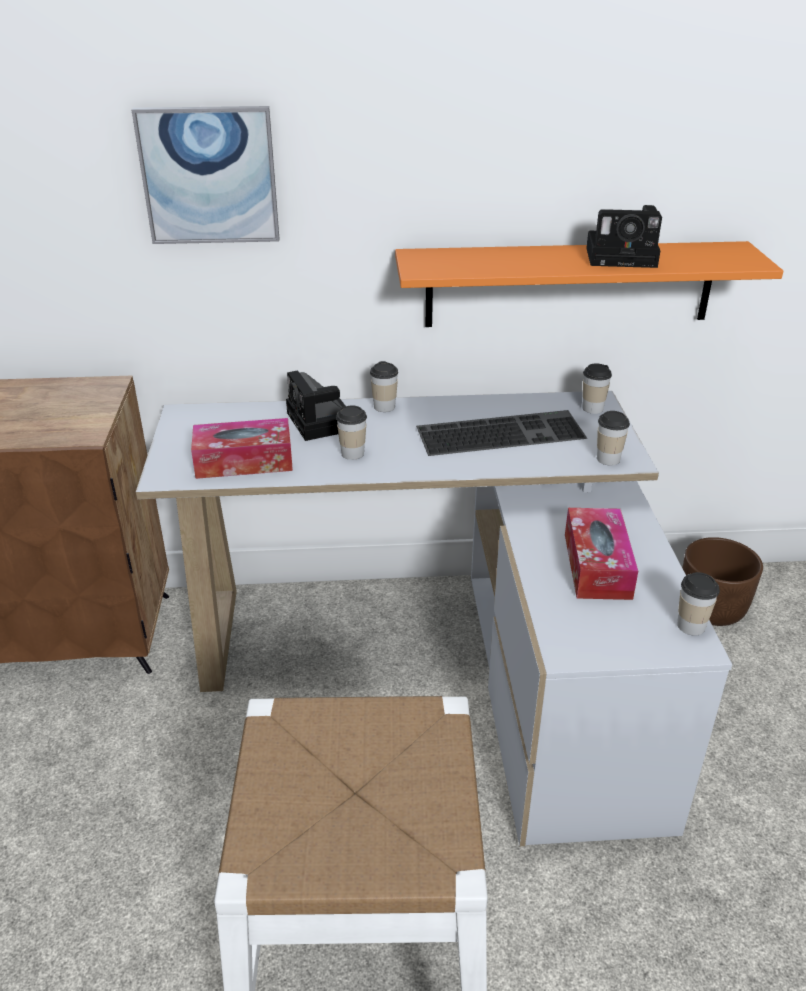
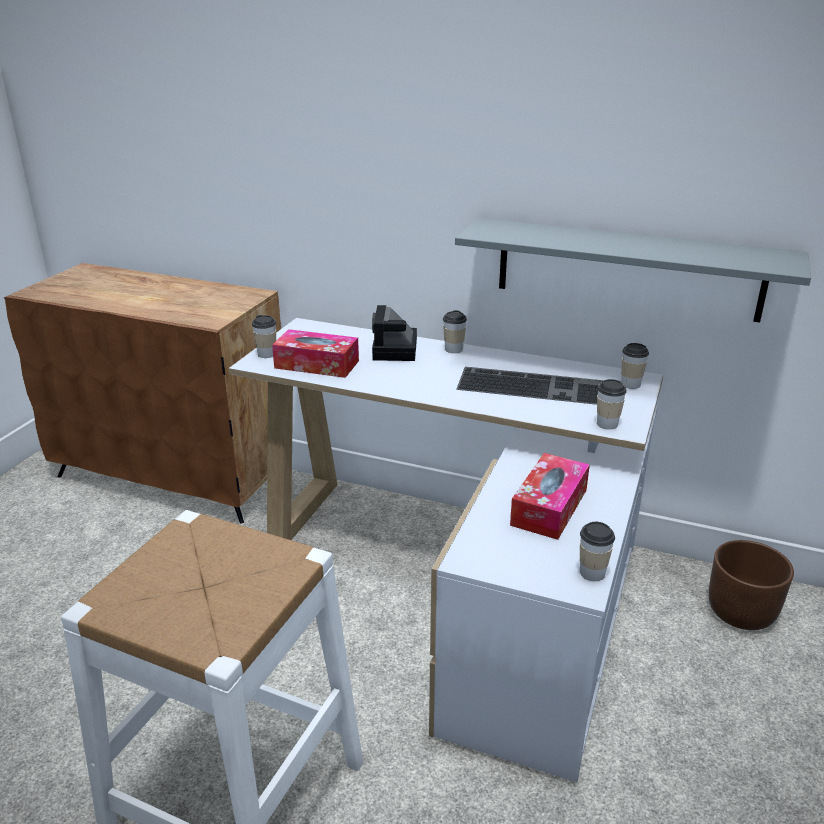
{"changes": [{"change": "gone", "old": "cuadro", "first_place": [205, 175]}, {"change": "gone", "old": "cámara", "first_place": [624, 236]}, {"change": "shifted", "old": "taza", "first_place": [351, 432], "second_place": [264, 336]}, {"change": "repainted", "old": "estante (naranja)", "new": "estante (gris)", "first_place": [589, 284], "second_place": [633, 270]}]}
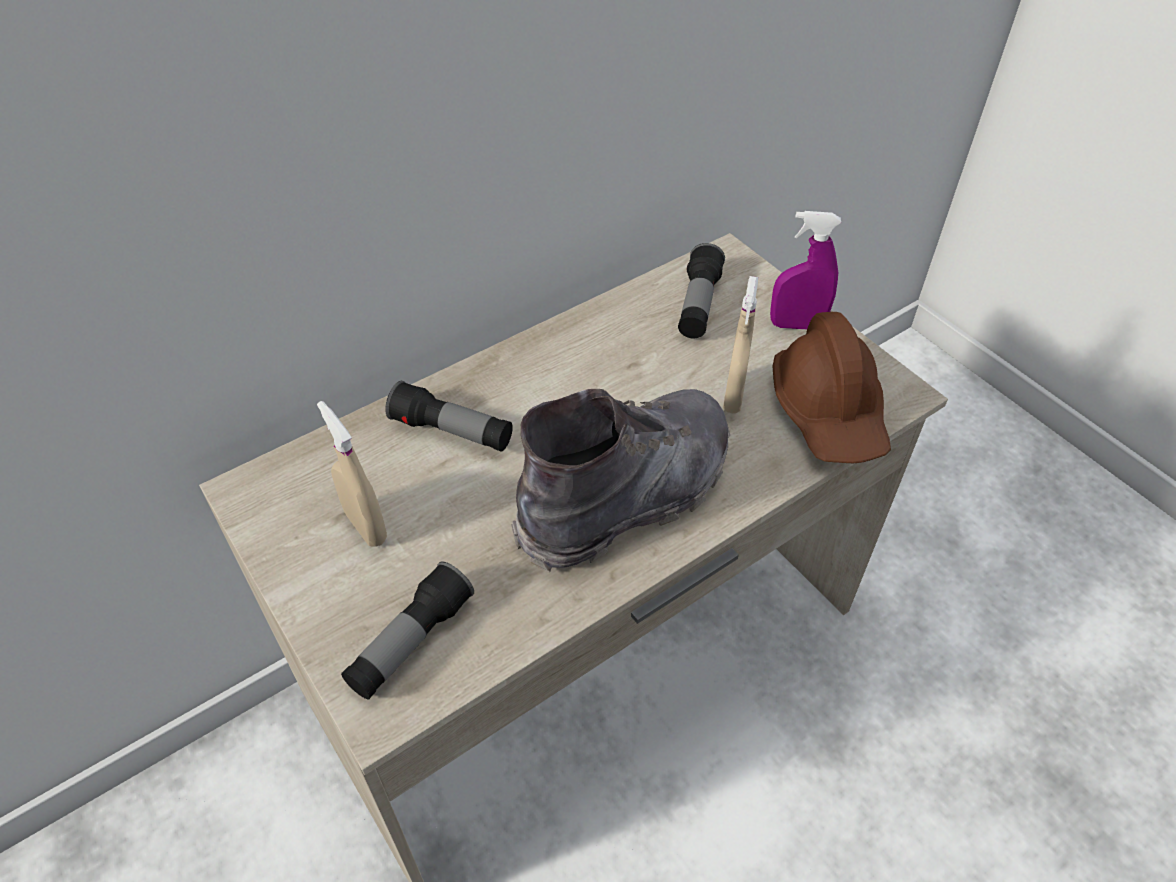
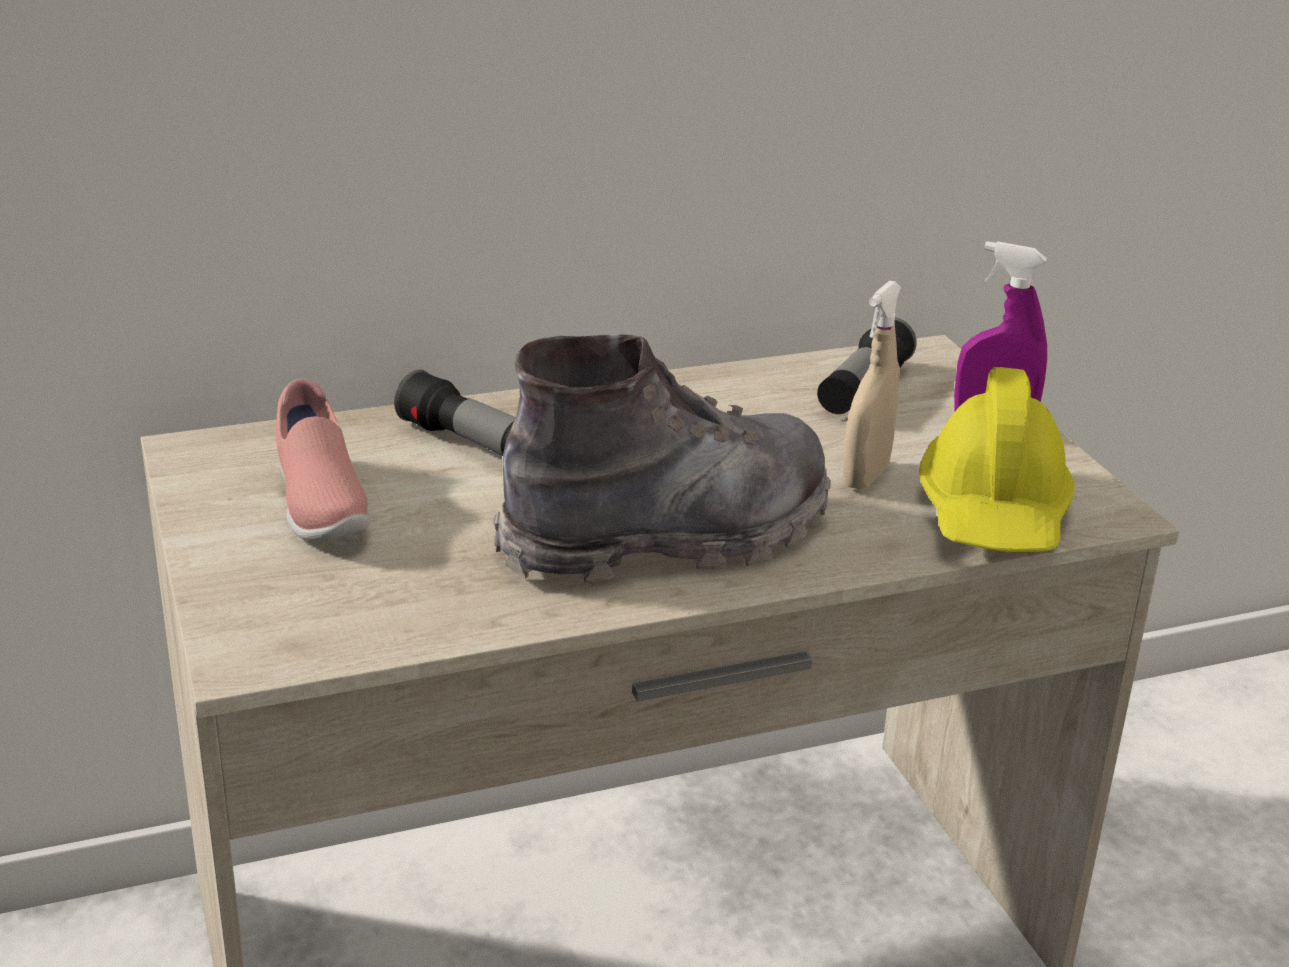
{"changes": [{"change": "gone", "old": "linterna", "first_place": [407, 631]}, {"change": "swapped", "old": "pulverizador (beis)", "new": "zapato (rosa)", "first_place": [352, 474], "second_place": [323, 460]}, {"change": "repainted", "old": "casco (marrón)", "new": "casco (amarillo)", "first_place": [832, 387], "second_place": [997, 459]}]}
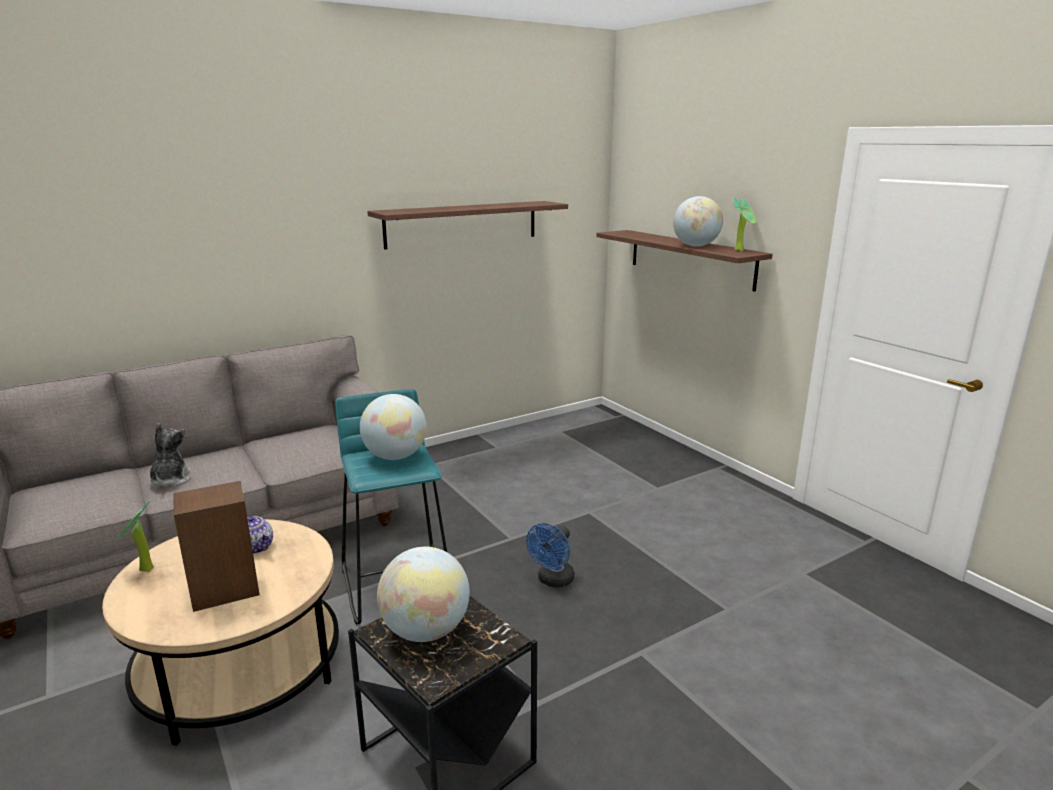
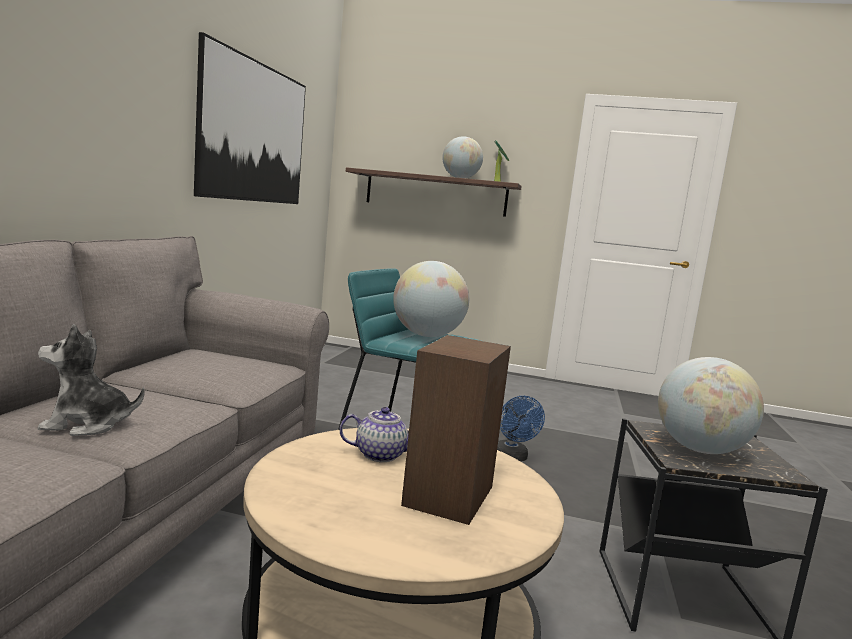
{"changes": [{"change": "gone", "old": "planta en maceta", "first_place": [135, 535]}, {"change": "swapped", "old": "estante", "new": "cuadro", "first_place": [467, 225], "second_place": [250, 118]}, {"change": "rotated", "old": "peluche", "first_place": [170, 455], "second_place": [91, 380], "degrees": -45}]}
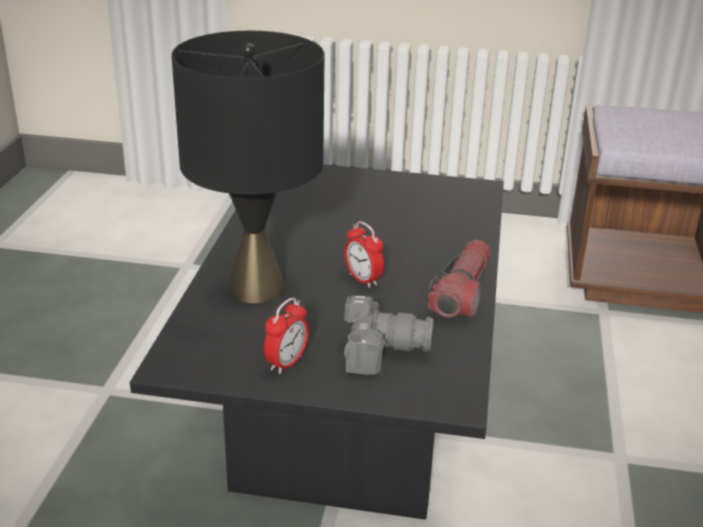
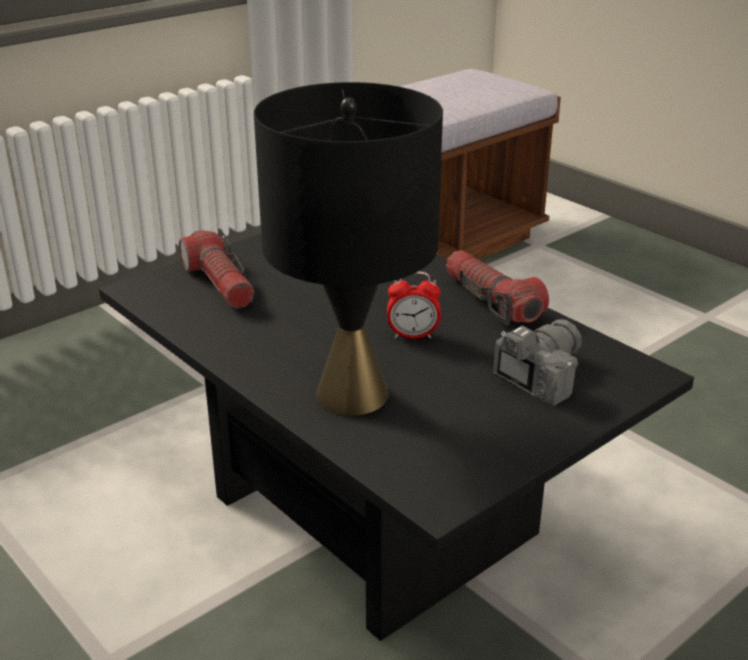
{"changes": [{"change": "gone", "old": "despertador", "first_place": [286, 336]}, {"change": "new", "new": "linterna", "second_place": [216, 268]}]}
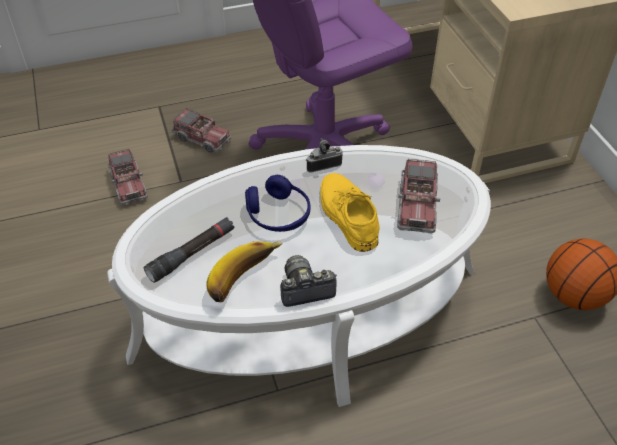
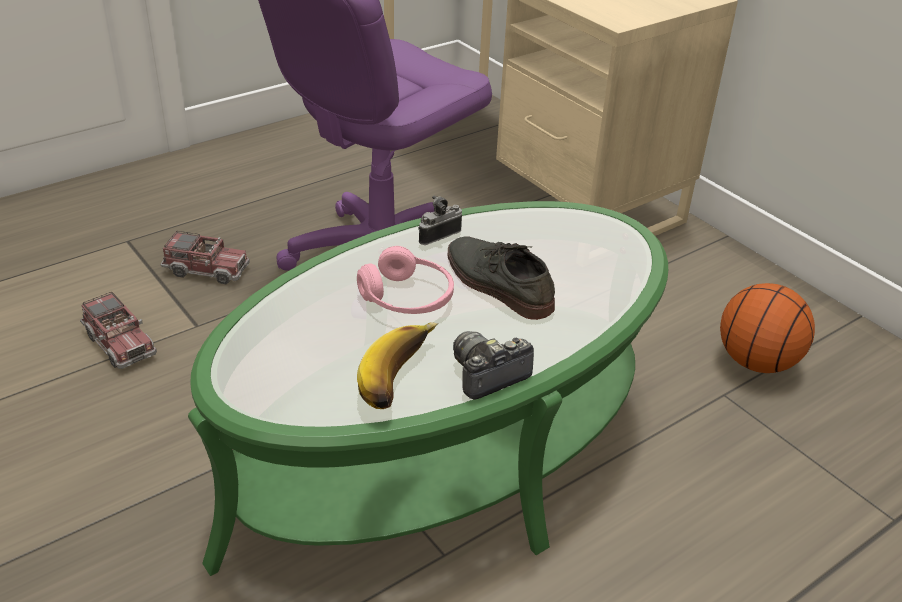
{"changes": [{"change": "gone", "old": "linterna (negro)", "first_place": [189, 250]}, {"change": "gone", "old": "camión de juguete", "first_place": [418, 196]}, {"change": "repainted", "old": "mesa de centro (blanco)", "new": "mesa de centro (verde)", "first_place": [299, 276], "second_place": [428, 388]}, {"change": "repainted", "old": "auriculares (azul)", "new": "auriculares (rosa)", "first_place": [278, 203], "second_place": [405, 280]}, {"change": "repainted", "old": "zapato (amarillo)", "new": "zapato (gris)", "first_place": [350, 212], "second_place": [501, 278]}]}
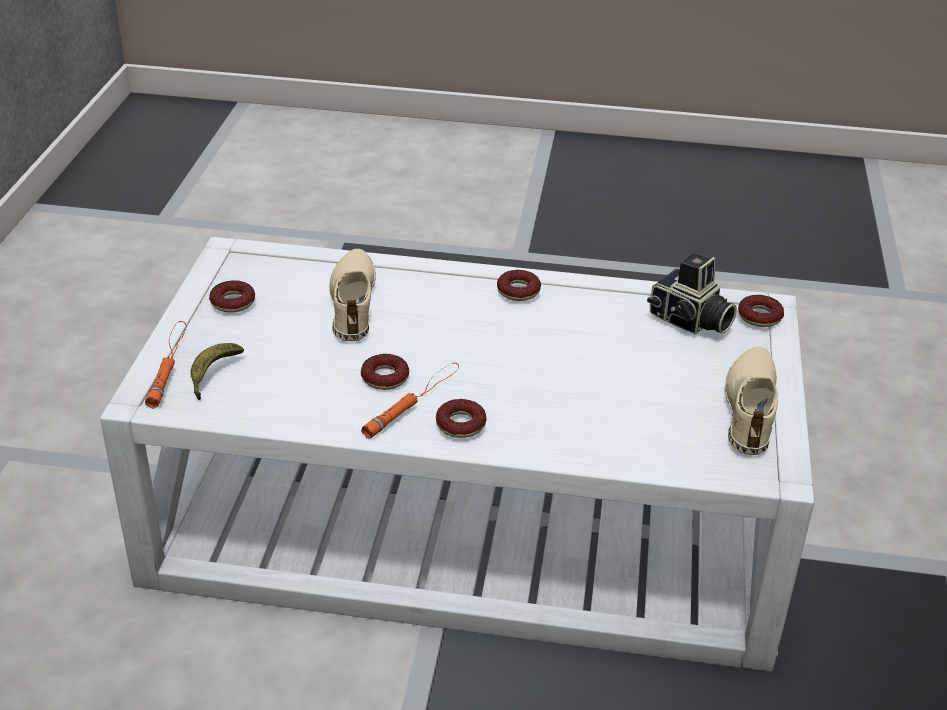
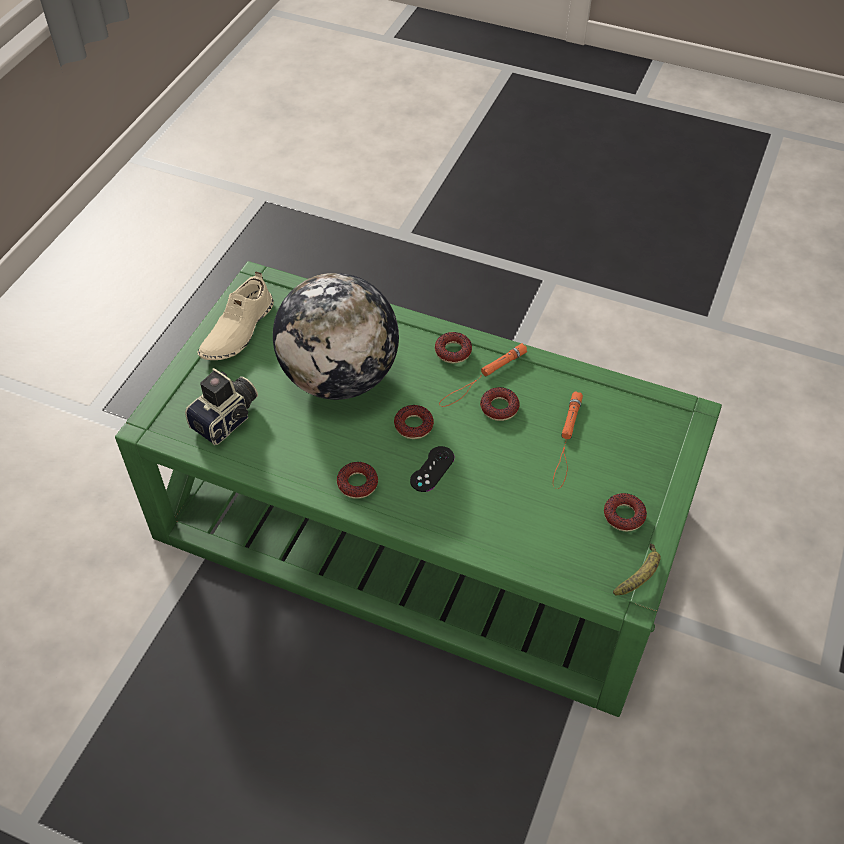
{"changes": [{"change": "gone", "old": "zapato (beis)", "first_place": [352, 295]}, {"change": "new", "new": "globo terráqueo", "second_place": [336, 336]}, {"change": "new", "new": "mando de consola (negro)", "second_place": [432, 469]}, {"change": "shifted", "old": "linterna (naranja)", "first_place": [165, 365], "second_place": [568, 440]}, {"change": "shifted", "old": "plátano", "first_place": [217, 371], "second_place": [637, 569]}, {"change": "shifted", "old": "rosquilla", "first_place": [761, 311], "second_place": [414, 422]}, {"change": "repainted", "old": "mesa de centro (blanco)", "new": "mesa de centro (verde)", "first_place": [457, 454], "second_place": [418, 489]}, {"change": "rotated", "old": "cámara", "first_place": [692, 294], "second_place": [221, 406], "degrees": 75}]}
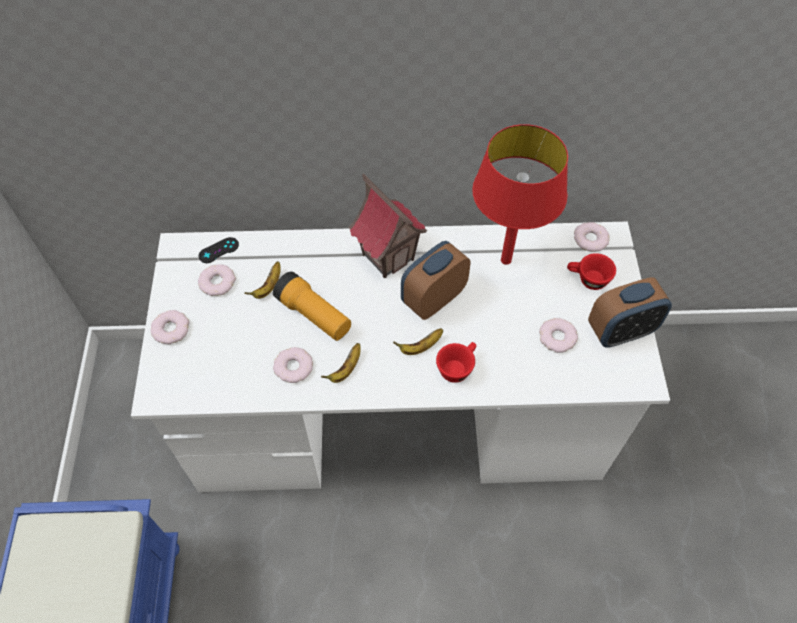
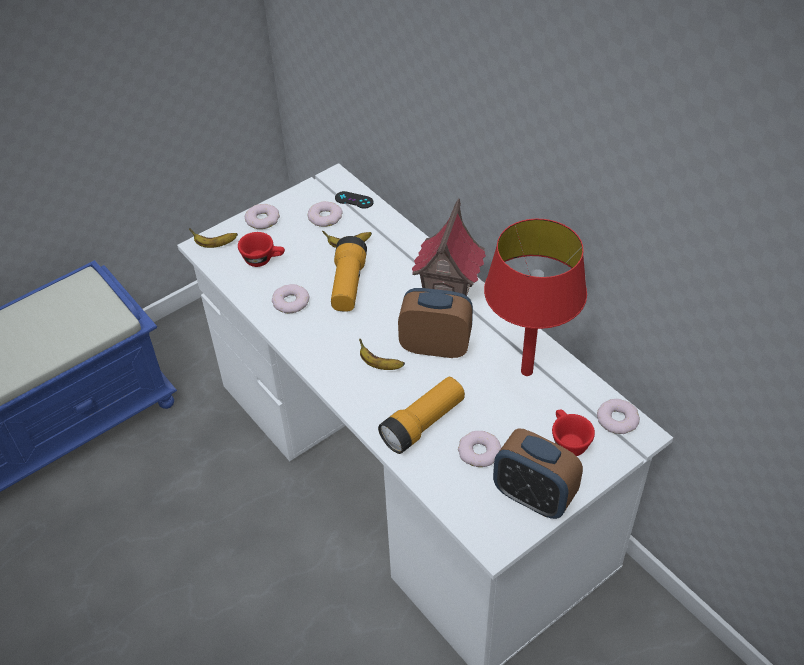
{"changes": [{"change": "new", "new": "linterna", "second_place": [421, 415]}, {"change": "shifted", "old": "plátano", "first_place": [341, 363], "second_place": [213, 238]}, {"change": "shifted", "old": "taza (rojo)", "first_place": [456, 362], "second_place": [261, 249]}]}
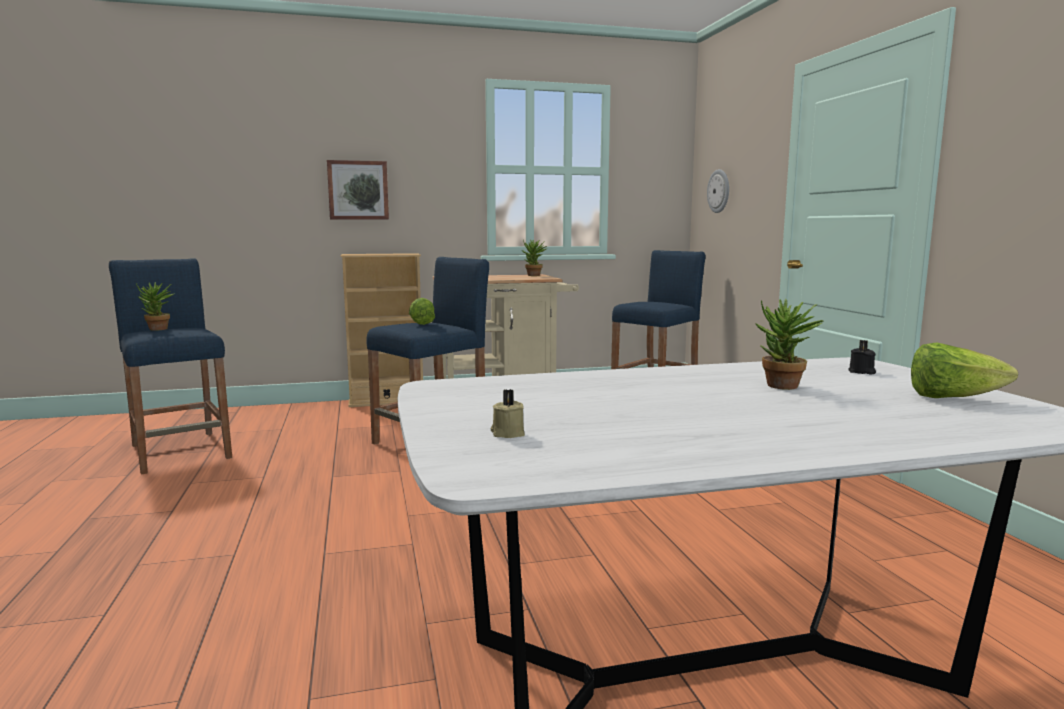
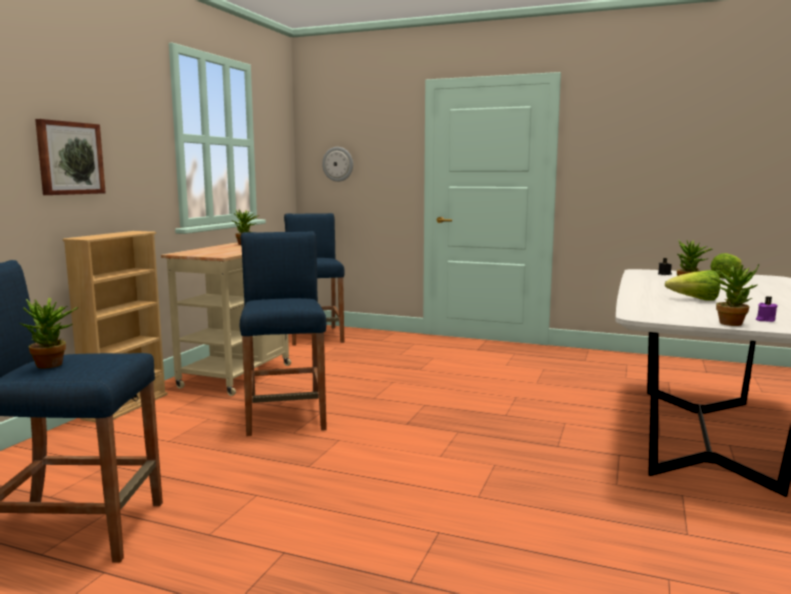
{"changes": [{"change": "new", "new": "planta en maceta", "second_place": [735, 295]}, {"change": "shifted", "old": "lechuga", "first_place": [422, 311], "second_place": [692, 285]}, {"change": "repainted", "old": "vela (beis)", "new": "vela (morado)", "first_place": [508, 413], "second_place": [767, 309]}]}
